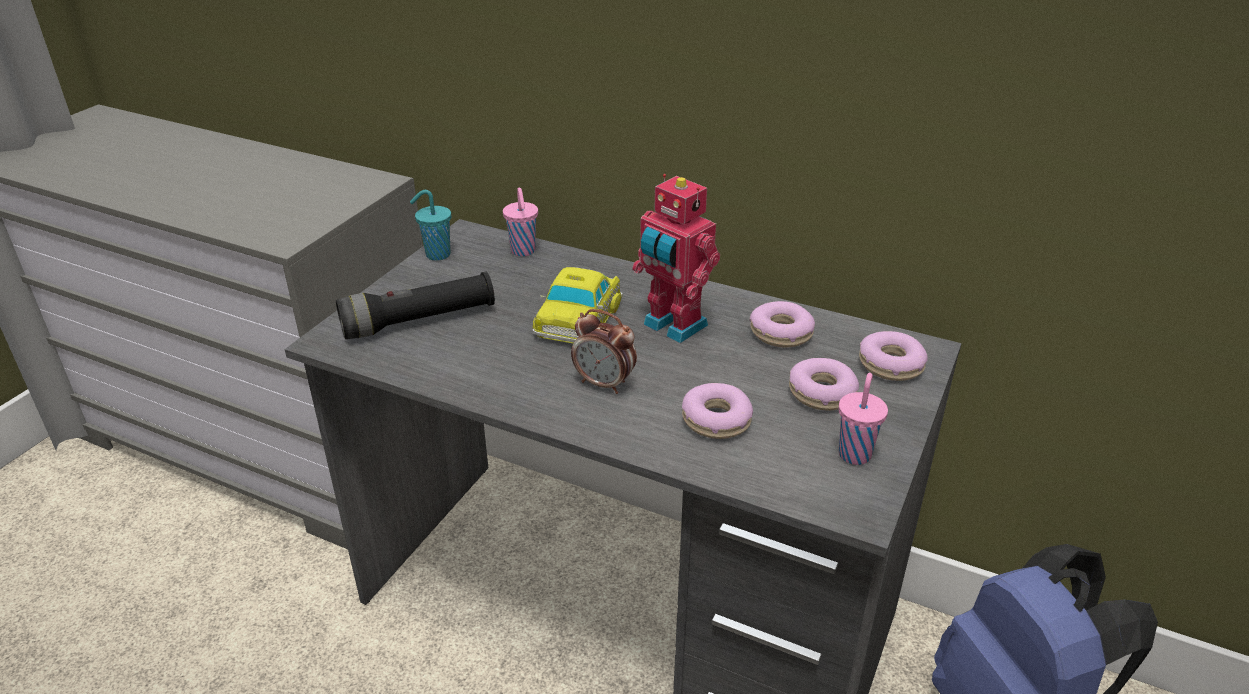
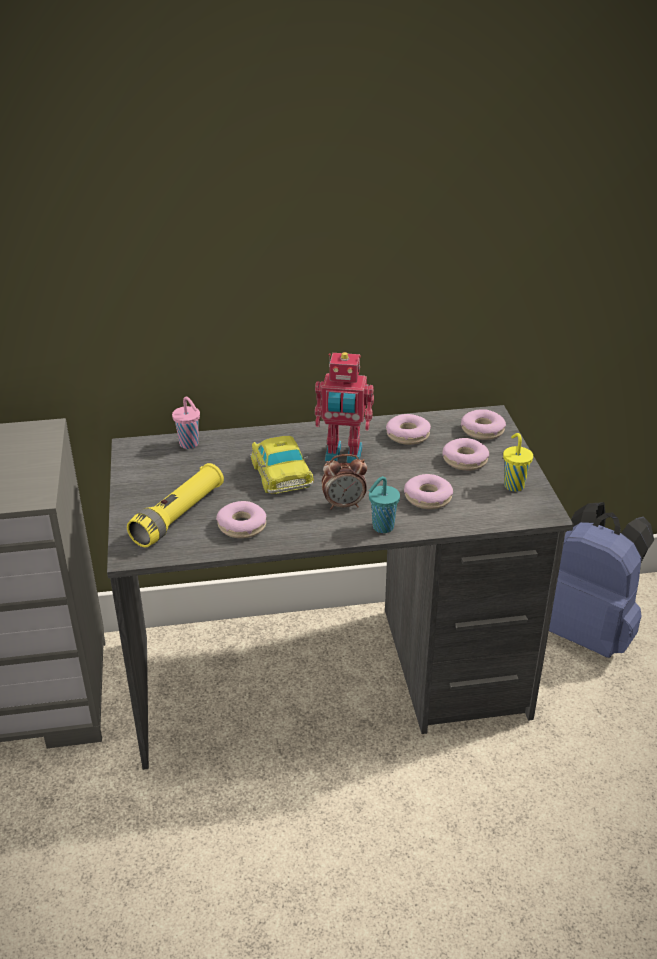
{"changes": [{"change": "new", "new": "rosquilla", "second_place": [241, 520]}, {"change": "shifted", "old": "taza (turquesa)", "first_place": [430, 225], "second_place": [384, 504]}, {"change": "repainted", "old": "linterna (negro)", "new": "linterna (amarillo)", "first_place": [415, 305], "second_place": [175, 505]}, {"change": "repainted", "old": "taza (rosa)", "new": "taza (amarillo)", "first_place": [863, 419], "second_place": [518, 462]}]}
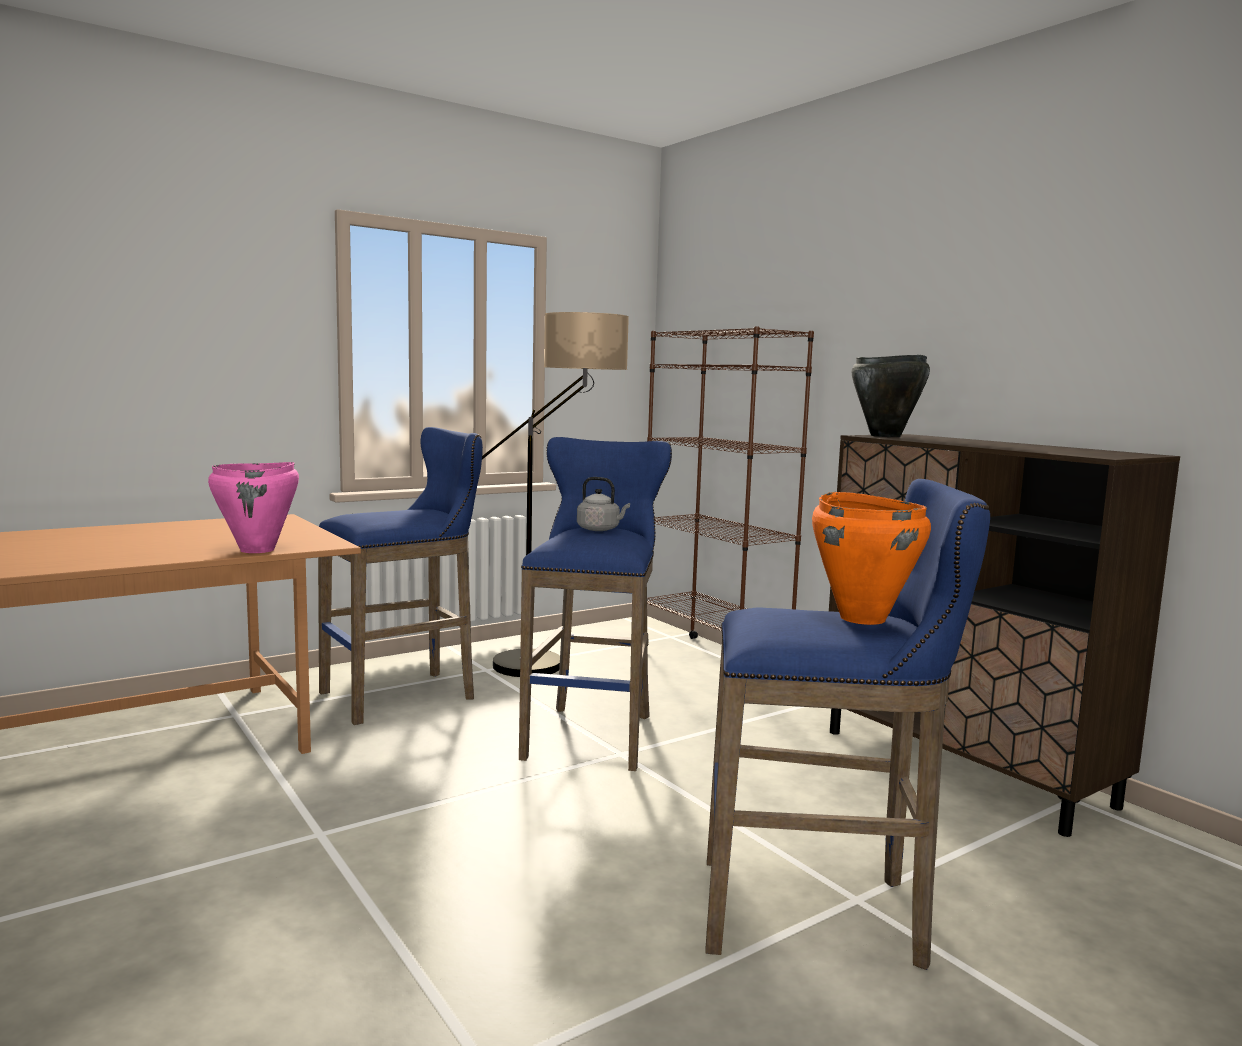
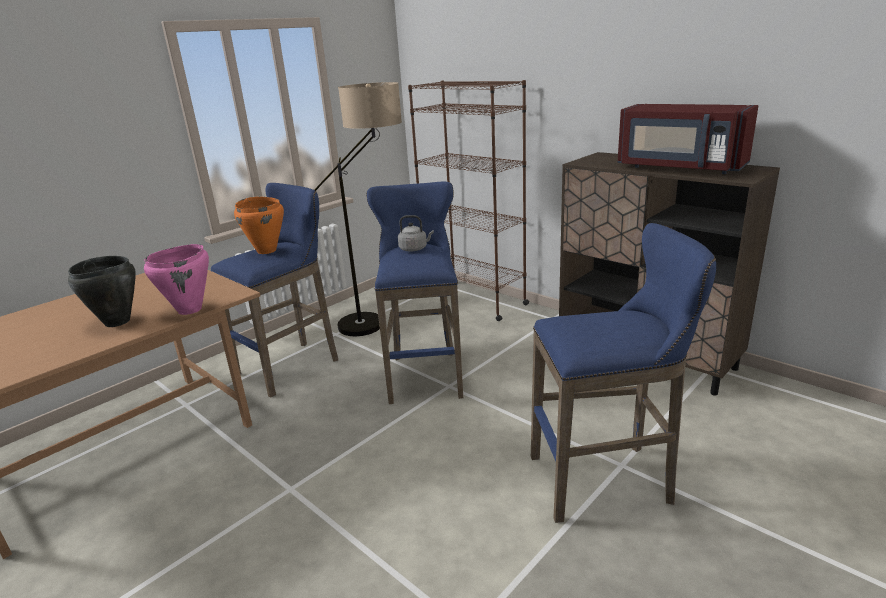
{"changes": [{"change": "new", "new": "microondas (rojo)", "second_place": [688, 139]}, {"change": "shifted", "old": "olla (naranja)", "first_place": [871, 558], "second_place": [259, 225]}, {"change": "shifted", "old": "olla (negro)", "first_place": [891, 396], "second_place": [102, 291]}]}
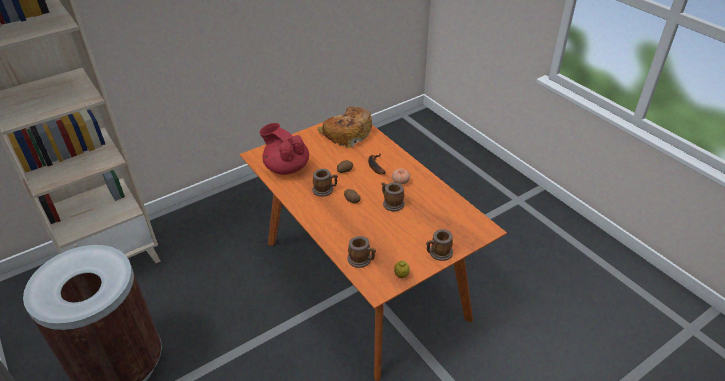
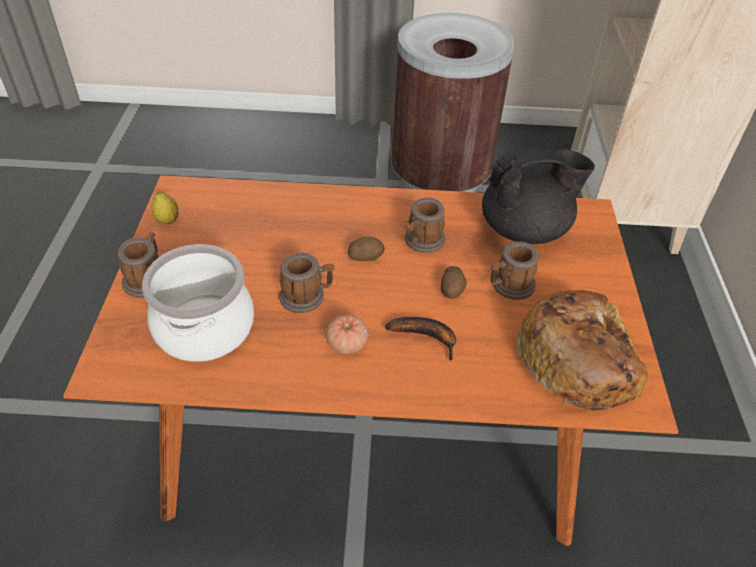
{"changes": [{"change": "new", "new": "olla", "second_place": [198, 303]}, {"change": "shifted", "old": "taza grande", "first_place": [362, 252], "second_place": [515, 270]}, {"change": "repainted", "old": "tetera (rojo)", "new": "tetera (negro)", "first_place": [284, 149], "second_place": [538, 196]}]}
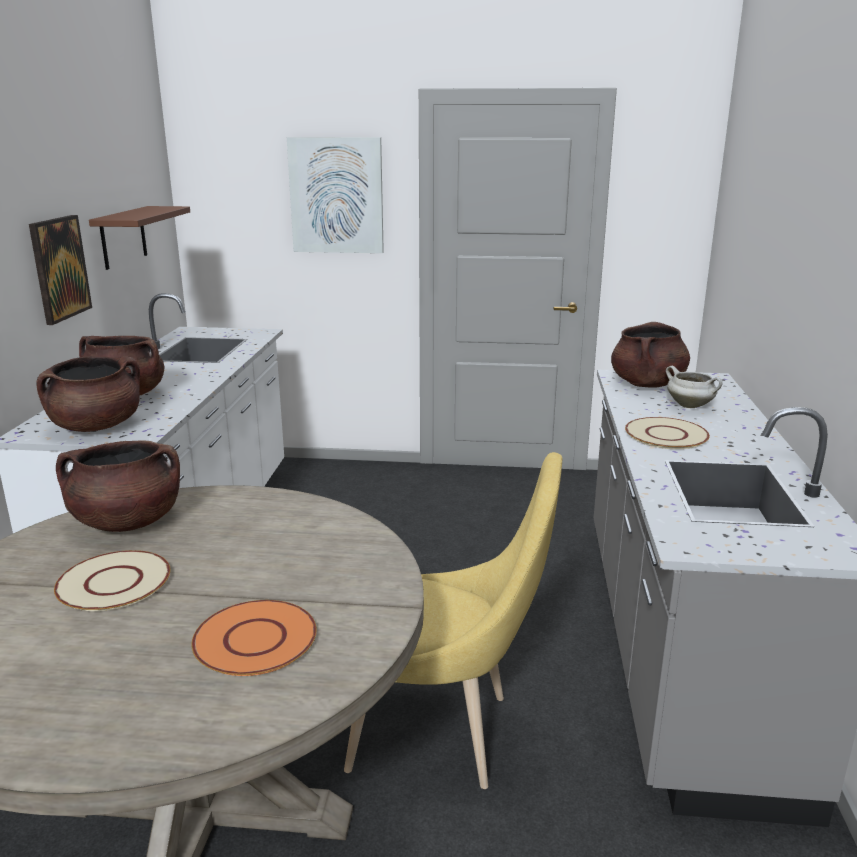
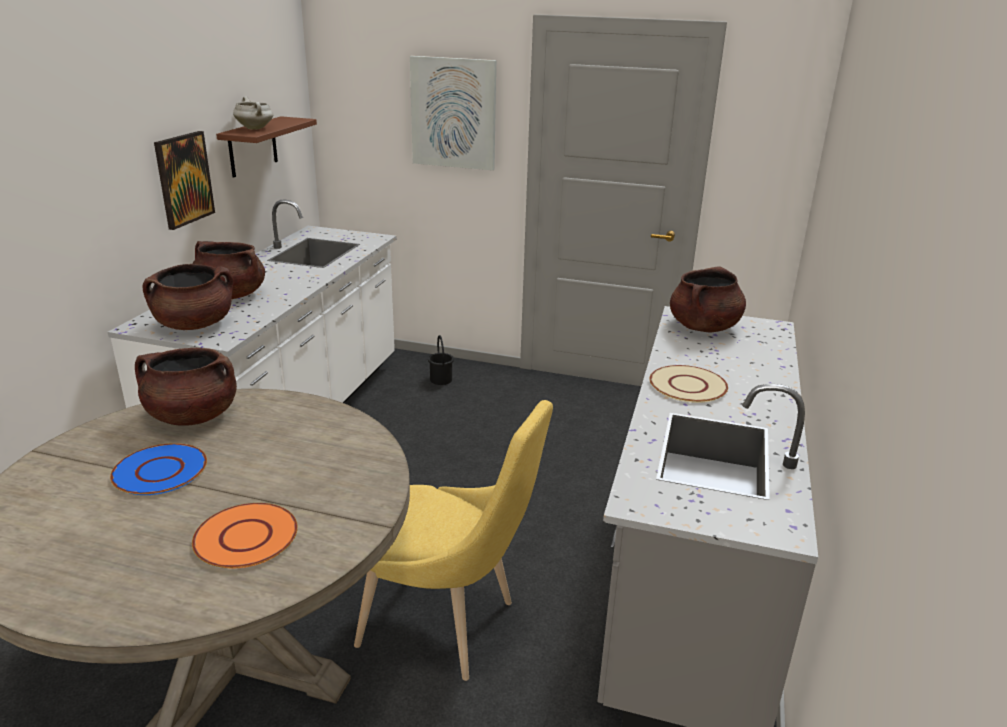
{"changes": [{"change": "new", "new": "cubo (negro)", "second_place": [441, 360]}, {"change": "shifted", "old": "olla (blanco)", "first_place": [694, 387], "second_place": [253, 113]}, {"change": "repainted", "old": "plato (beis)", "new": "plato (azul)", "first_place": [112, 580], "second_place": [158, 469]}]}
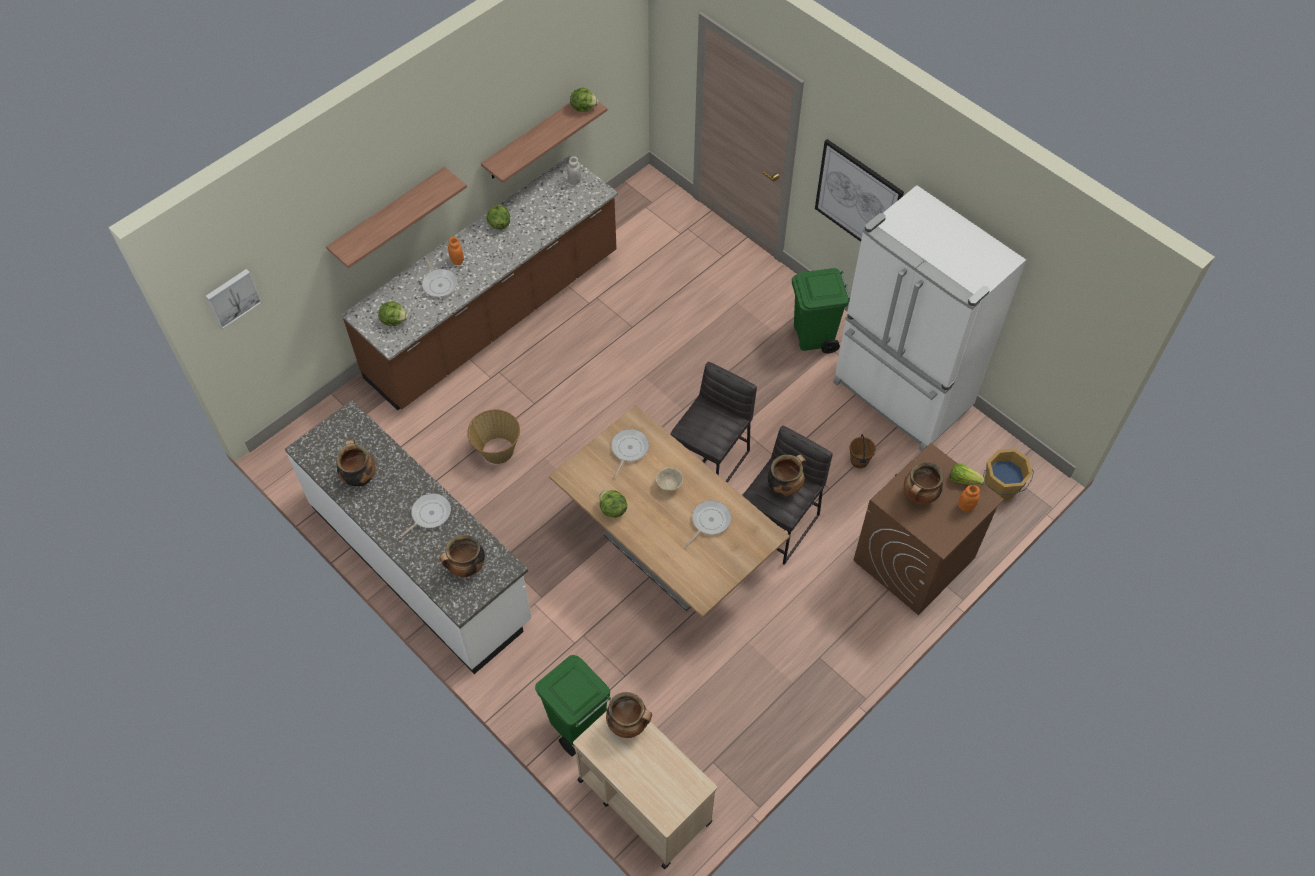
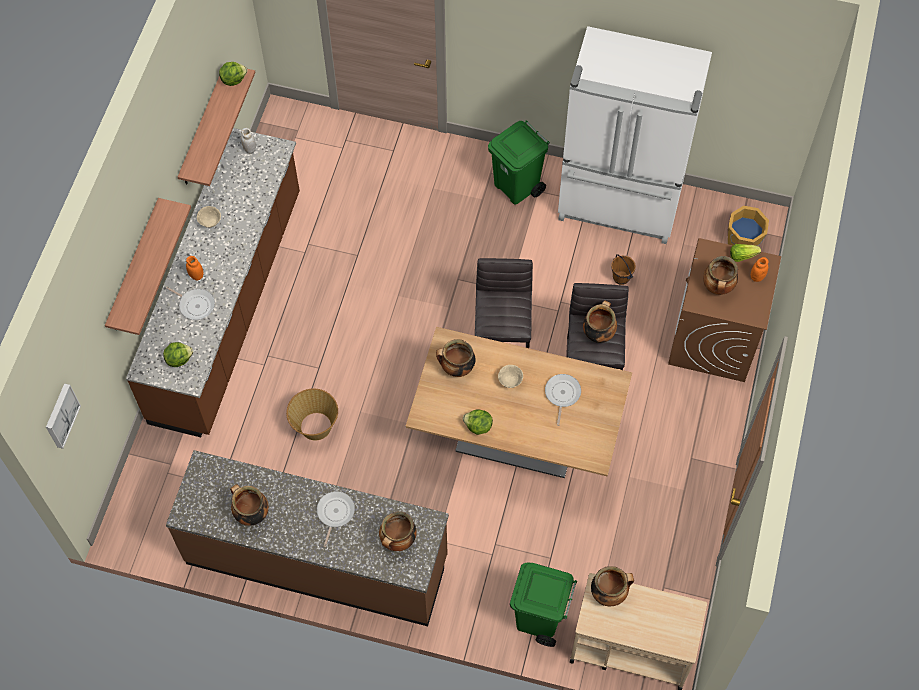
{"changes": [{"change": "gone", "old": "cuadro", "first_place": [859, 190]}, {"change": "swapped", "old": "lechuga", "new": "cuenco (beis)", "first_place": [498, 217], "second_place": [209, 217]}, {"change": "swapped", "old": "sartén", "new": "olla", "first_place": [630, 453], "second_place": [456, 358]}, {"change": "repainted", "old": "mueble bajo de cocina (blanco)", "new": "mueble bajo de cocina (marrón)", "first_place": [408, 537], "second_place": [307, 538]}]}
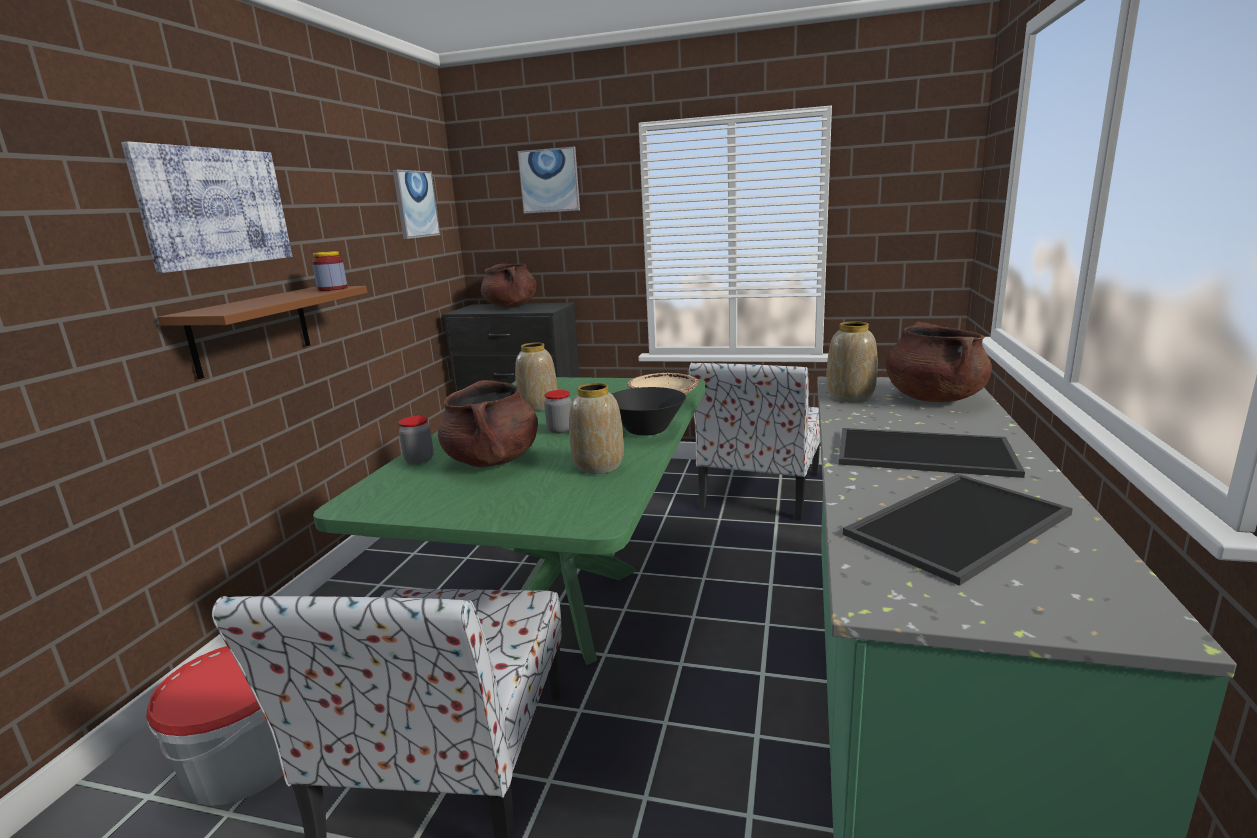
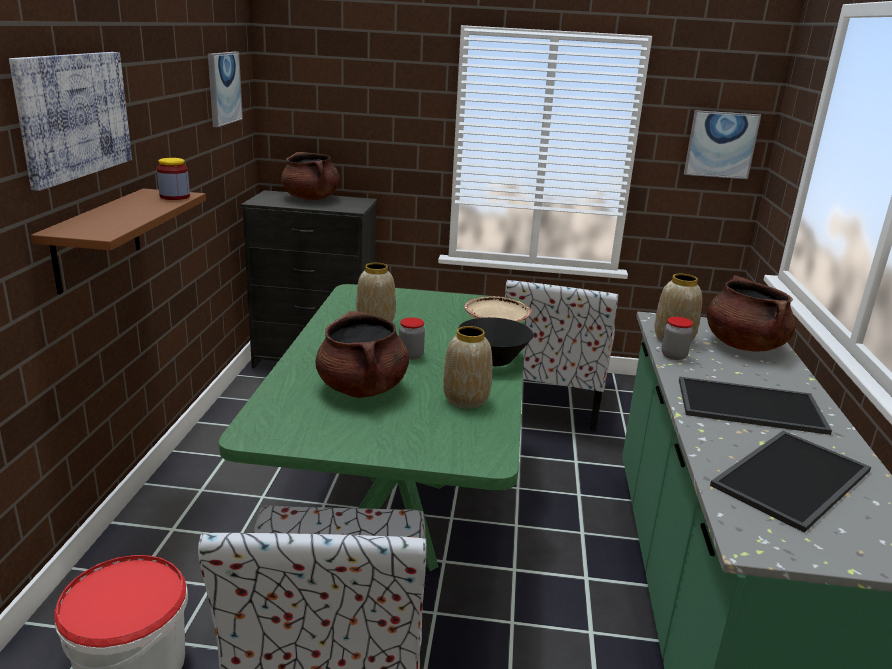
{"changes": [{"change": "shifted", "old": "tarro", "first_place": [416, 440], "second_place": [677, 338]}, {"change": "shifted", "old": "cuadro", "first_place": [548, 180], "second_place": [722, 144]}]}
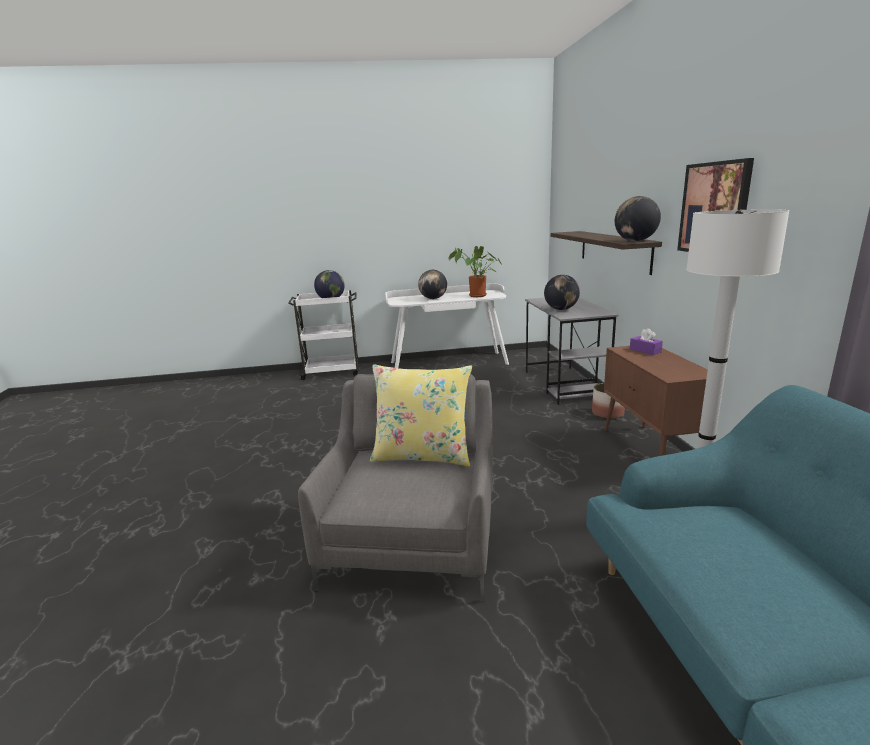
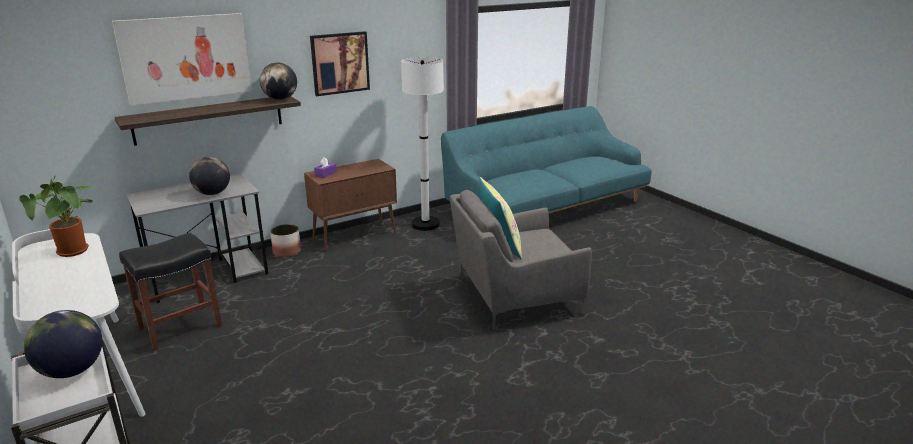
{"changes": [{"change": "gone", "old": "globo terráqueo", "first_place": [432, 284]}, {"change": "new", "new": "cuadro", "second_place": [182, 59]}, {"change": "new", "new": "taburete (negro)", "second_place": [170, 292]}]}
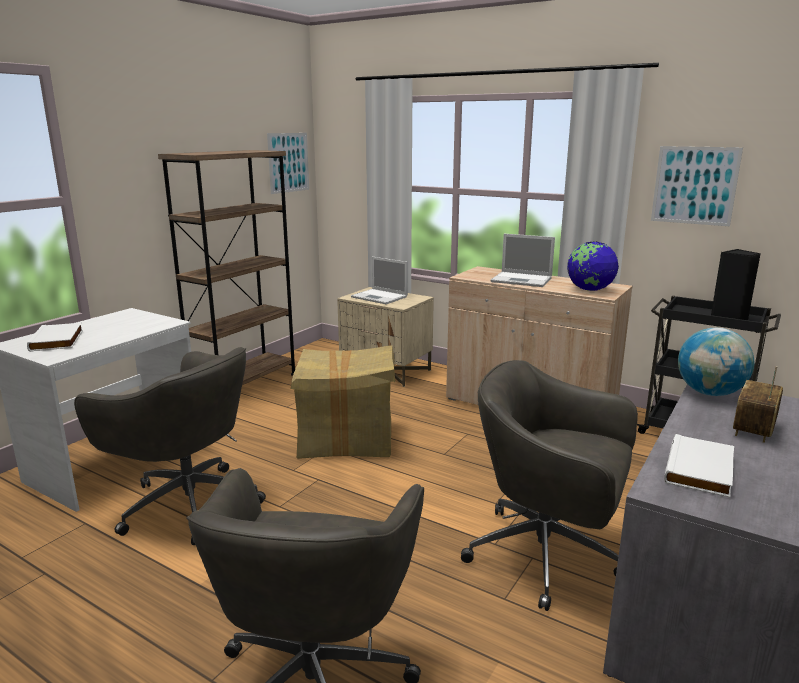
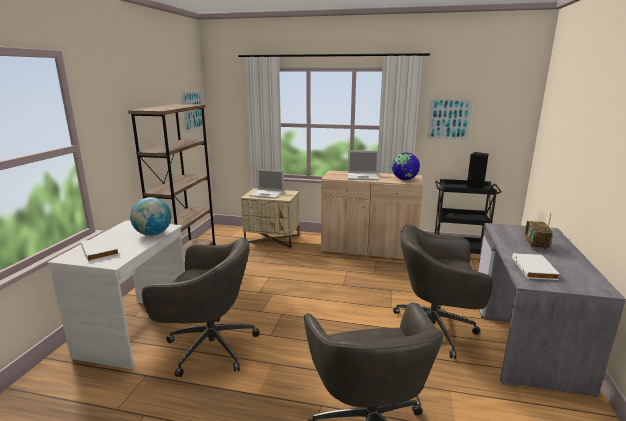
{"changes": [{"change": "gone", "old": "caja de cartón", "first_place": [343, 402]}, {"change": "shifted", "old": "globo terráqueo", "first_place": [716, 362], "second_place": [150, 216]}]}
